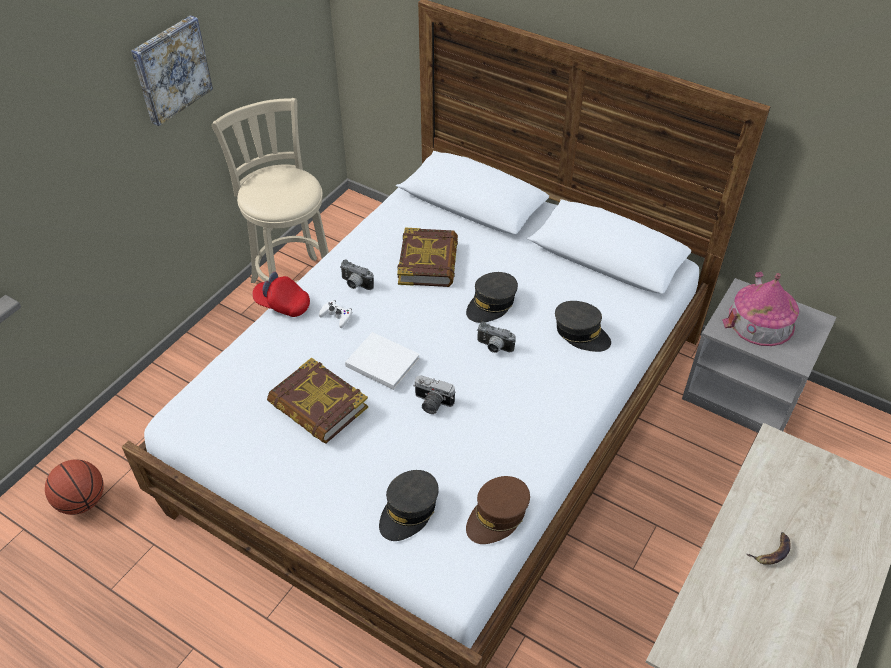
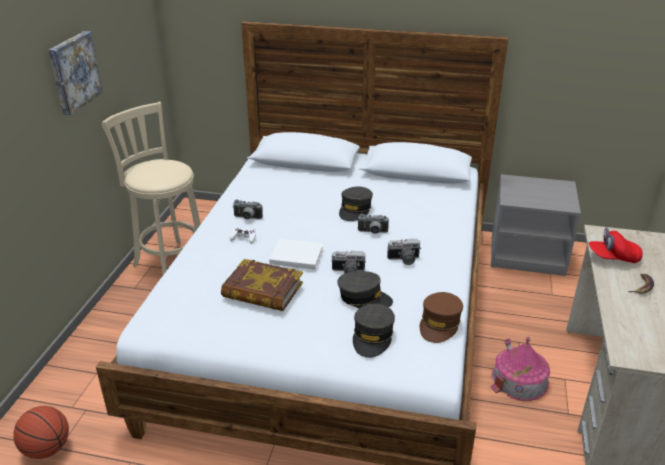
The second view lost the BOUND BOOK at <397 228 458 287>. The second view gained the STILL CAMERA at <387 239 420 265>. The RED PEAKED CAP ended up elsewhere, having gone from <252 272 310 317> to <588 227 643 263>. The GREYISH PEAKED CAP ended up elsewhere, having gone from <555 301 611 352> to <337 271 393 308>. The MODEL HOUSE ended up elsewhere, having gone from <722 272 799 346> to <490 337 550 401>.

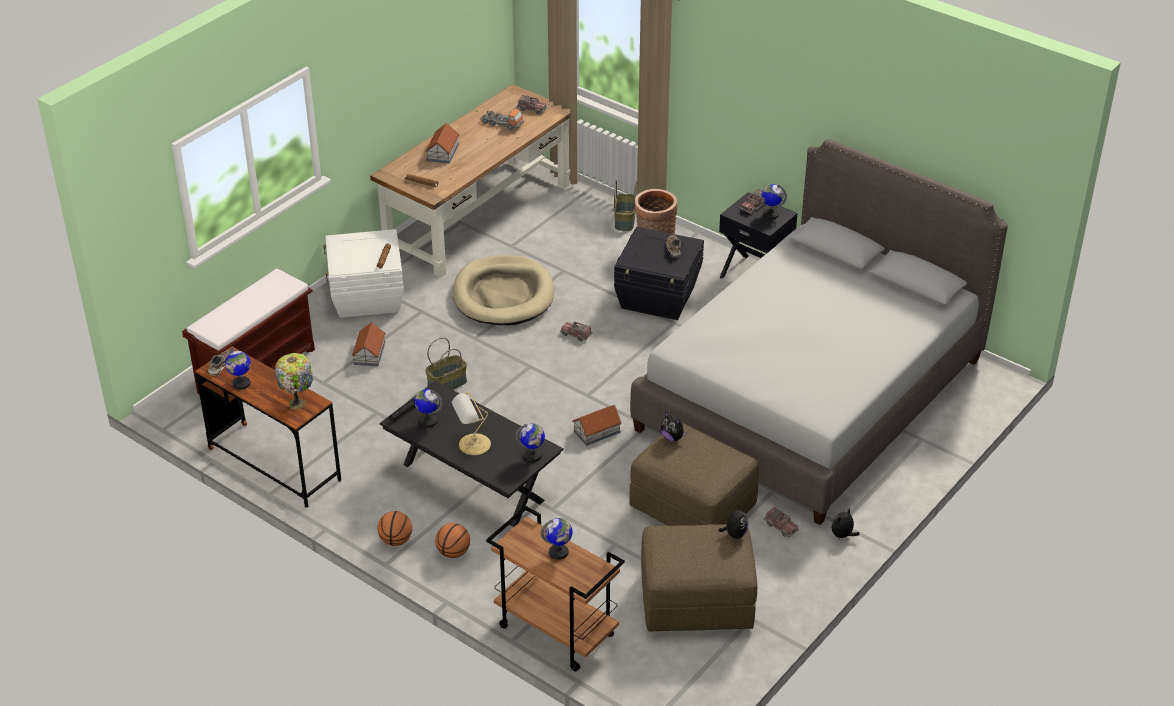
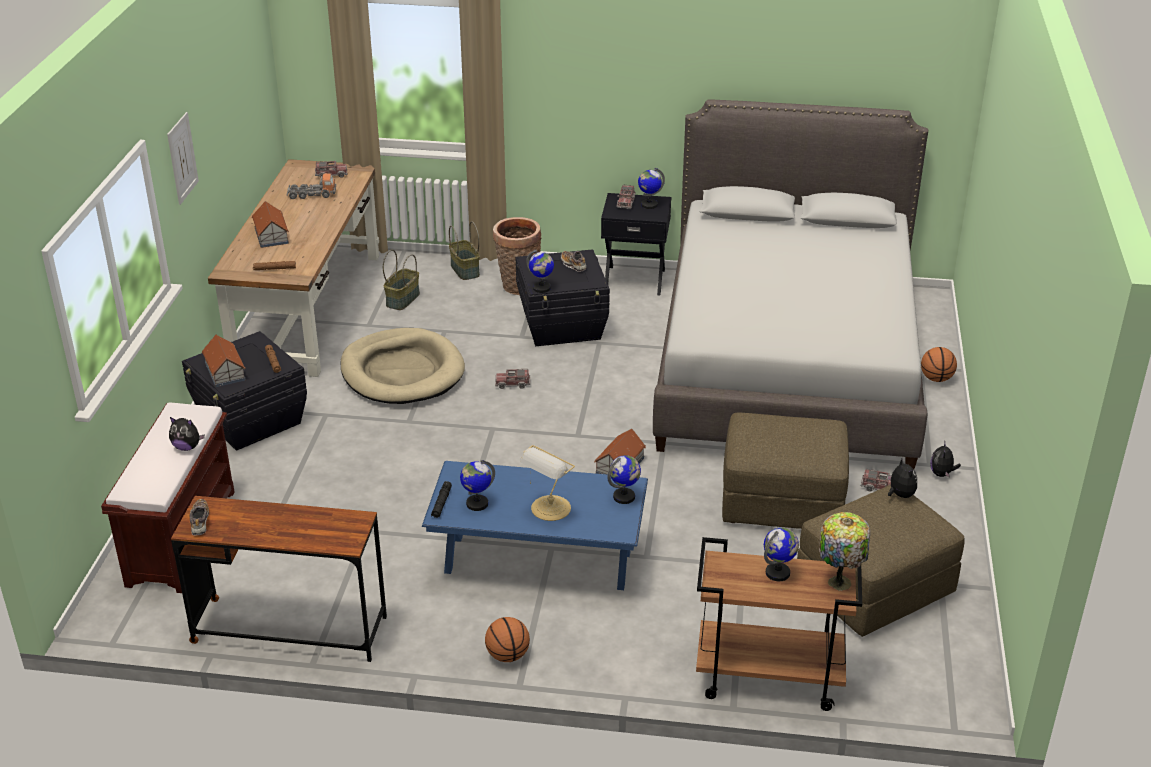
The second view gained the WALL ART at <167 112 199 205>. The DESK GLOBE ended up elsewhere, having gone from <225 348 251 390> to <526 250 554 293>. The TABLE LAMP ended up elsewhere, having gone from <275 353 313 409> to <819 512 870 591>. The MODEL HOUSE ended up elsewhere, having gone from <351 322 386 366> to <202 335 245 387>. The BASKET ended up elsewhere, having gone from <425 337 467 390> to <383 250 420 310>. The BALL FOR BASKETBALL ended up elsewhere, having gone from <435 523 470 558> to <921 347 957 382>. The PLUSH TOY ended up elsewhere, having gone from <661 412 688 441> to <169 417 205 451>. What was the WHITISH STORAGE BOX at <323 229 404 318> turned into the BLACK STORAGE BOX at <182 331 307 451>. What was the BLACK LOUNGE TABLE at <379 381 564 527> turned into the BLUISH LOUNGE TABLE at <422 461 648 590>.

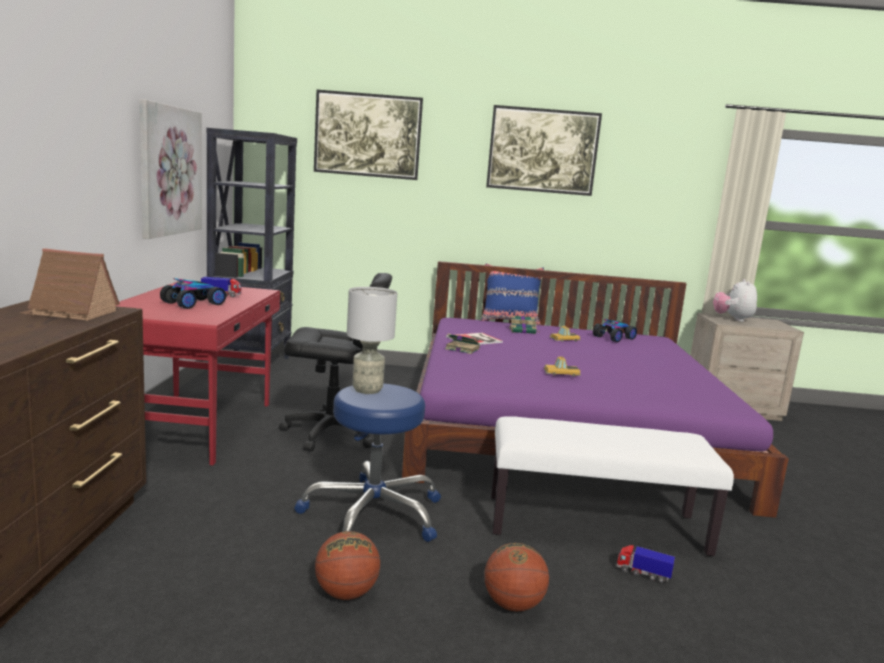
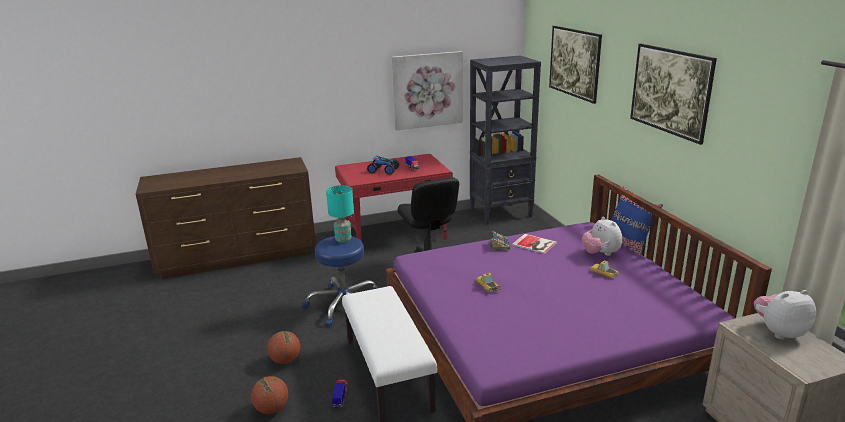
The second view lost the MODEL HOUSE at <20 248 120 321>. The second view lost the MODEL CAR at <593 319 637 342>. The BALL FOR BASKETBALL ended up elsewhere, having gone from <315 531 380 600> to <251 376 288 414>. Where the BOUND BOOK stood at <509 315 540 334>, the PLUSH TOY came to stand at <582 217 622 256>. What was the GREYISH TABLE LAMP at <347 287 397 394> turned into the BLUE-GREEN TABLE LAMP at <326 185 354 243>.

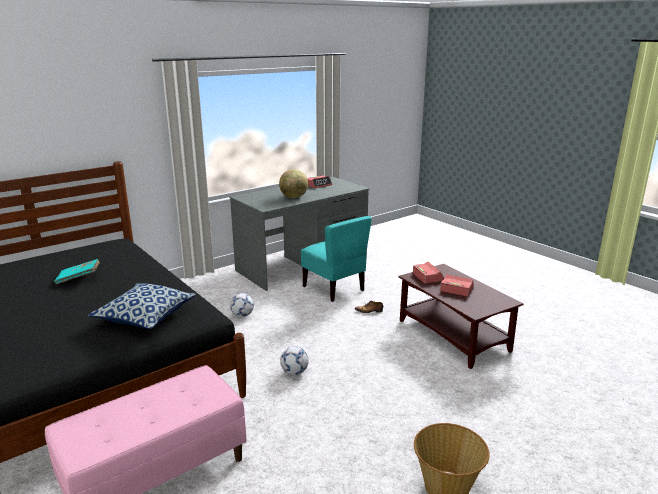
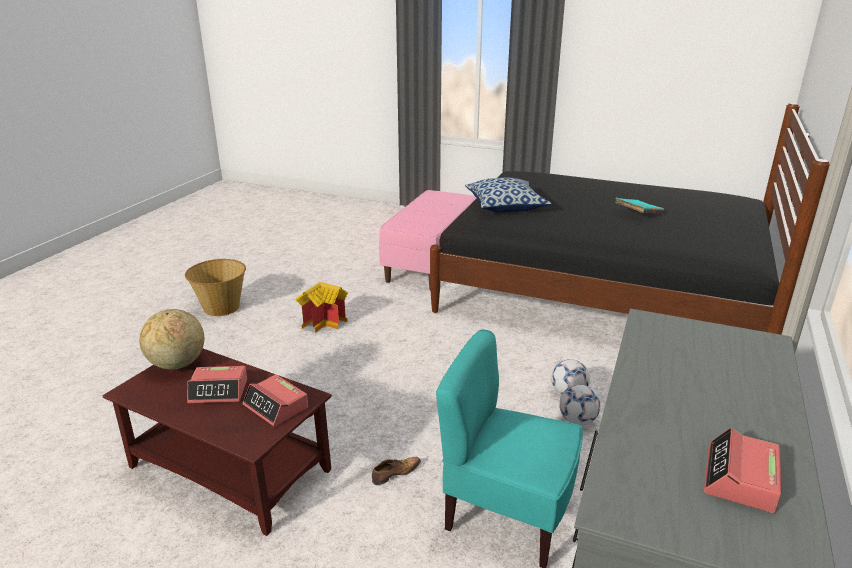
The second view gained the MODEL HOUSE at <296 282 348 333>. The DESK GLOBE ended up elsewhere, having gone from <279 169 308 198> to <139 309 204 370>. The FOOTBALL BALL ended up elsewhere, having gone from <280 346 309 375> to <559 385 600 425>.

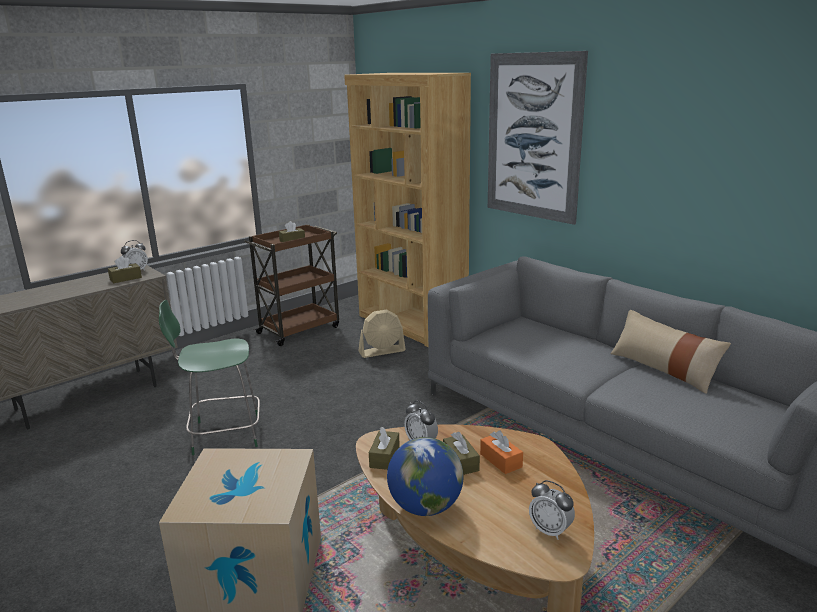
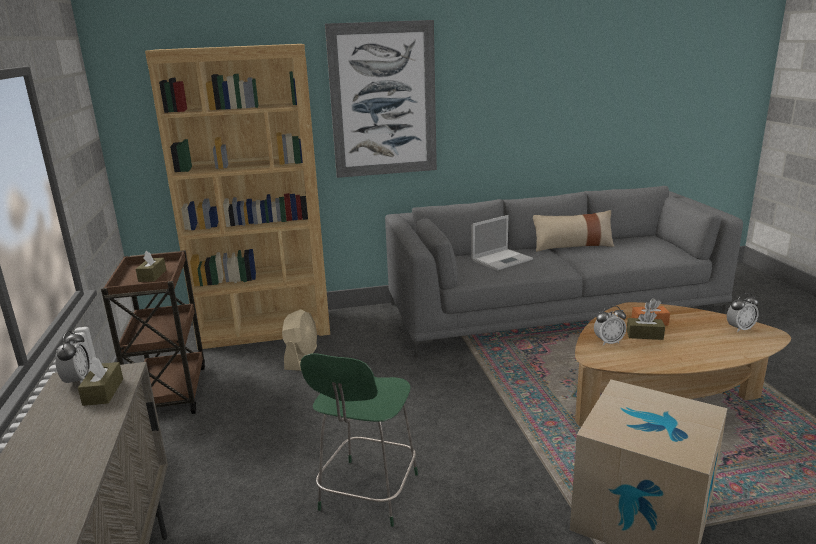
The second view lost the BROWN-COLOURED TISSUE HOLDER at <369 427 400 470>. The second view lost the DESK GLOBE at <387 437 463 516>. The second view gained the NOTEBOOK COMPUTER at <471 215 533 271>.

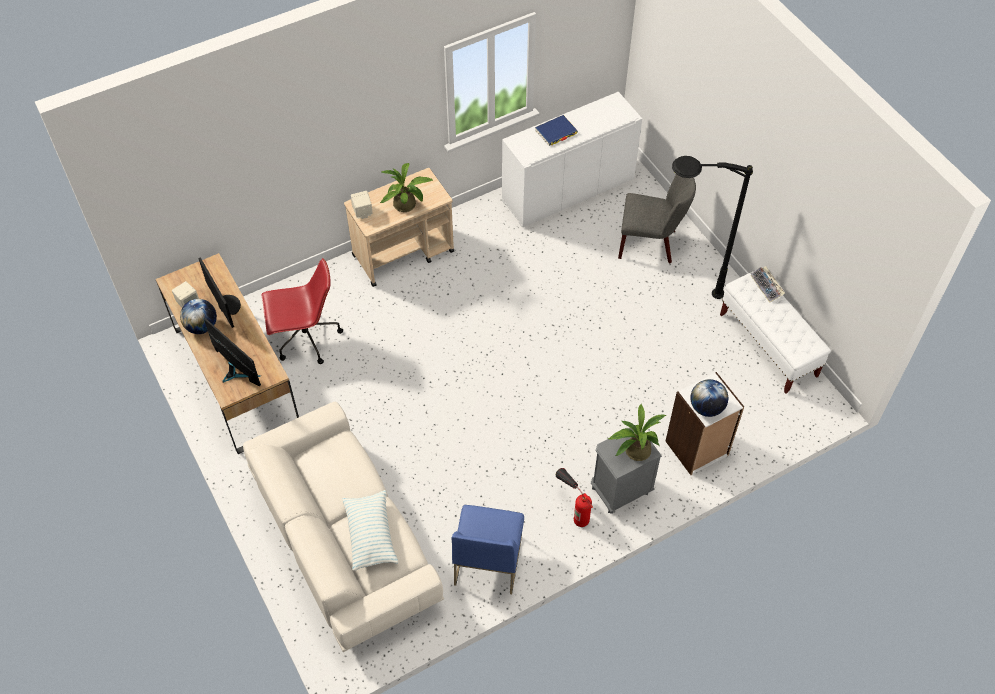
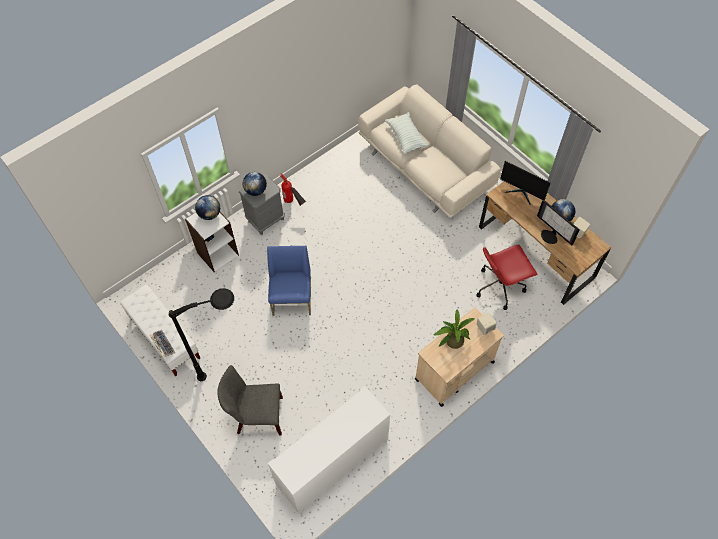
The second view lost the BLUISH BOUND BOOK at <535 115 578 146>. The BLUISH CHAIR ended up elsewhere, having gone from <451 505 524 594> to <267 246 311 316>. Where the HOUSEPLANT stood at <608 404 666 461>, the DESK GLOBE came to stand at <243 172 267 196>.

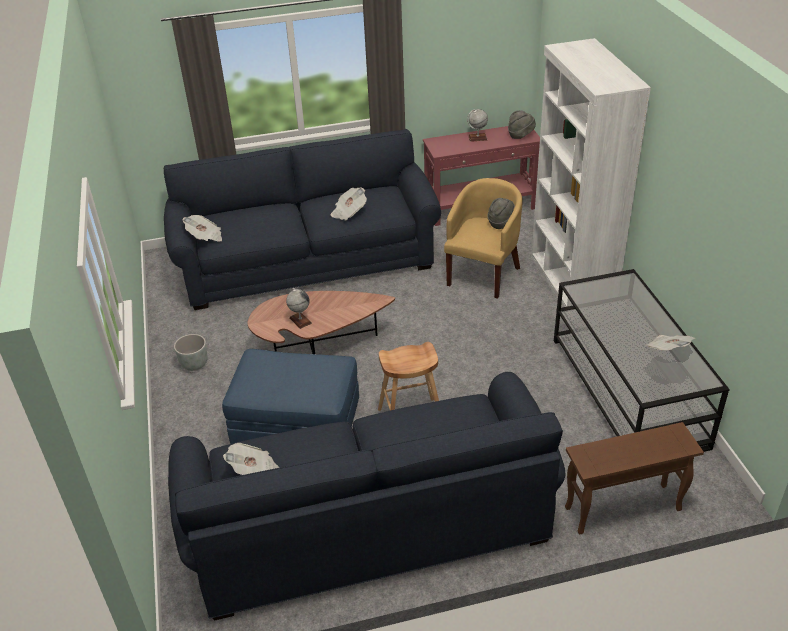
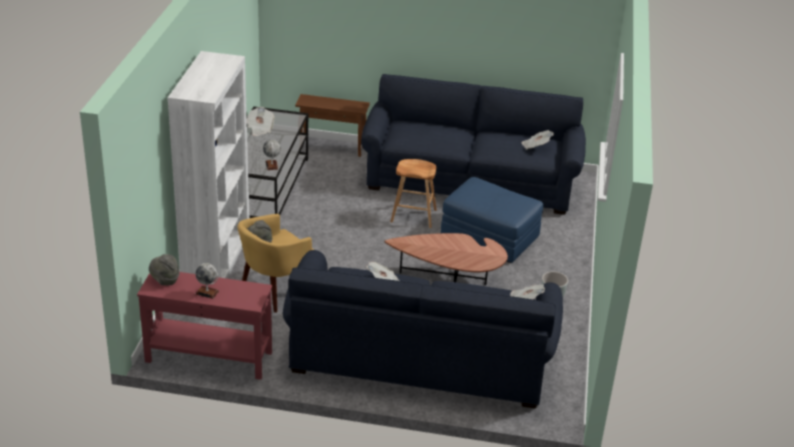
The DESK GLOBE ended up elsewhere, having gone from <286 288 312 329> to <263 140 281 170>.

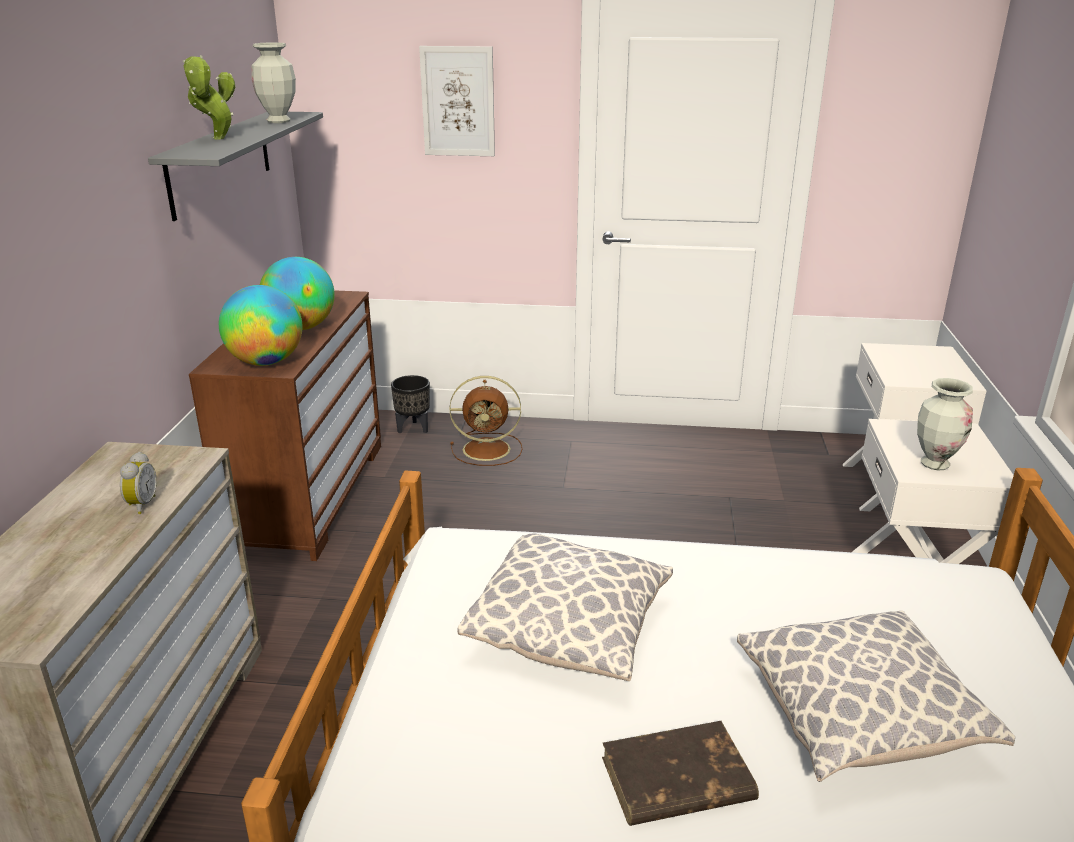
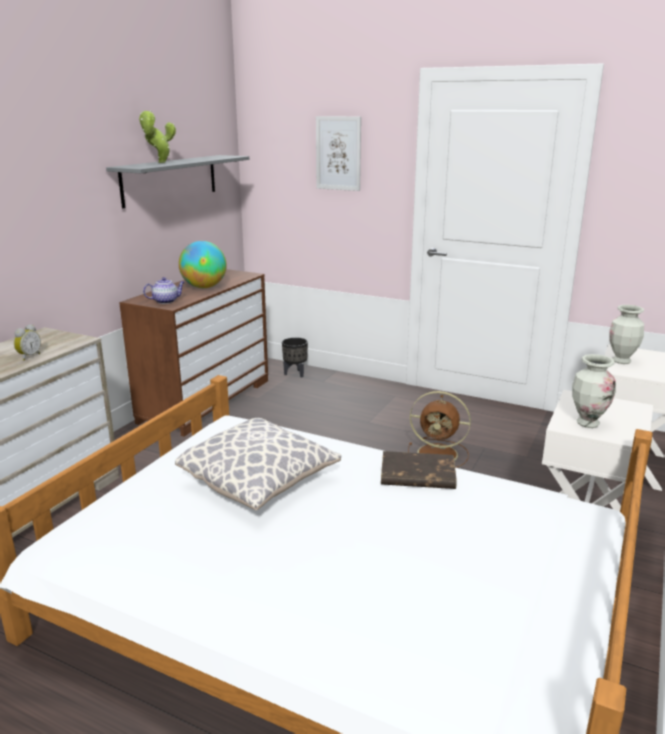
The second view lost the CUSHION at <737 610 1015 782>. The FLOWER VASE ended up elsewhere, having gone from <251 42 296 123> to <609 305 644 364>. The BROWN-COLOURED FAN ended up elsewhere, having gone from <450 376 522 466> to <408 391 471 468>. The BROWN-COLOURED BOUND BOOK ended up elsewhere, having gone from <602 721 759 826> to <381 451 457 489>. Where the DESK GLOBE stood at <219 285 303 366>, the POT FOR TEA came to stand at <143 277 185 304>.

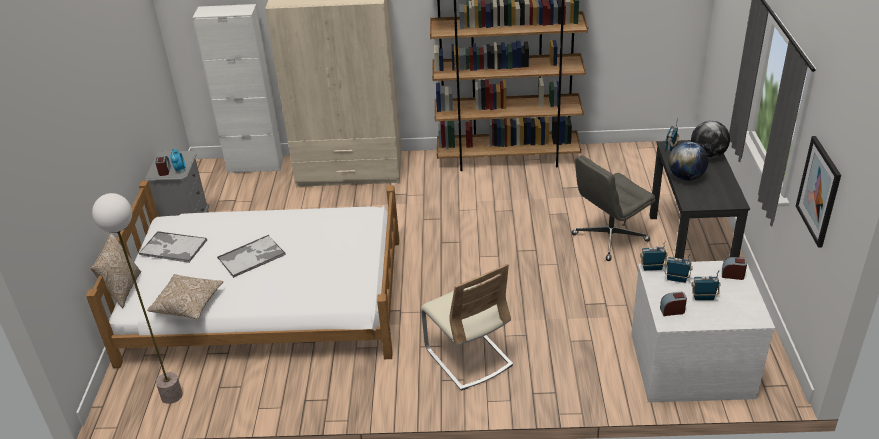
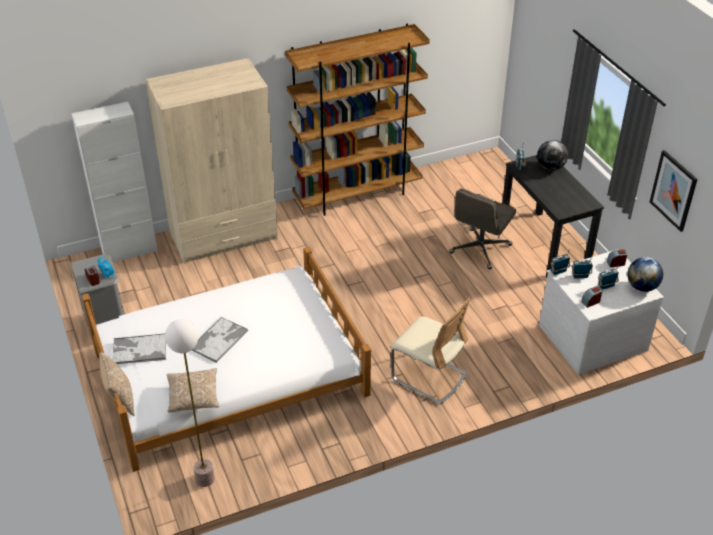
The DESK GLOBE ended up elsewhere, having gone from <668 142 708 181> to <627 257 663 292>.

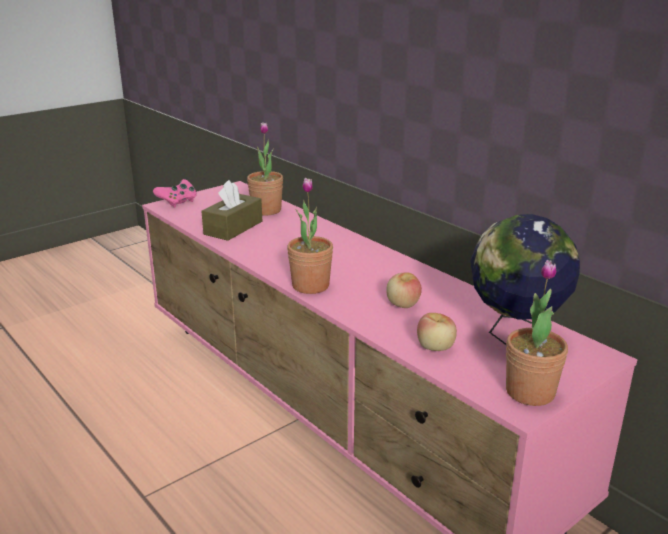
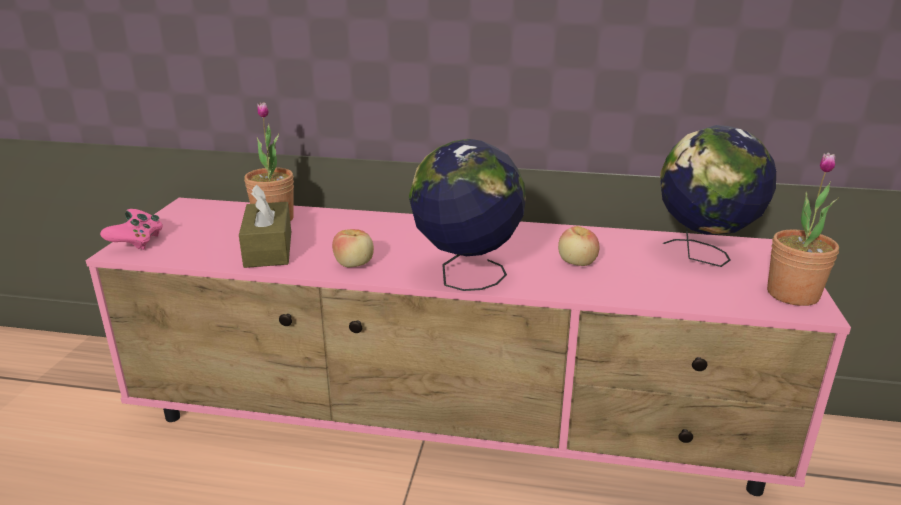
The WHOLE APPLE ended up elsewhere, having gone from <417 313 457 351> to <332 229 374 267>. Where the HOUSEPLANT stood at <287 178 333 294>, the DESK GLOBE came to stand at <409 139 526 291>.

